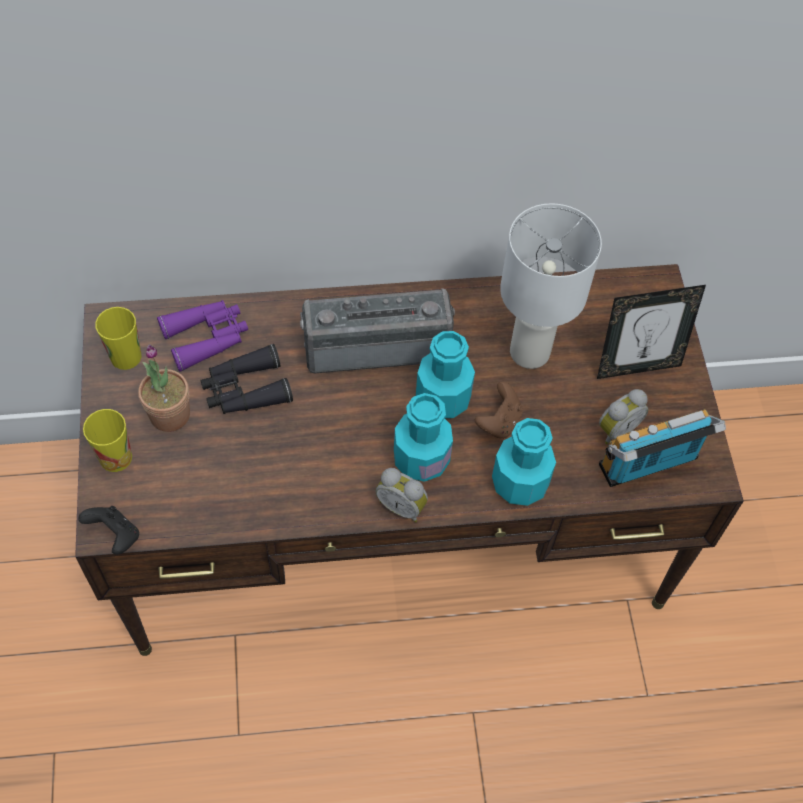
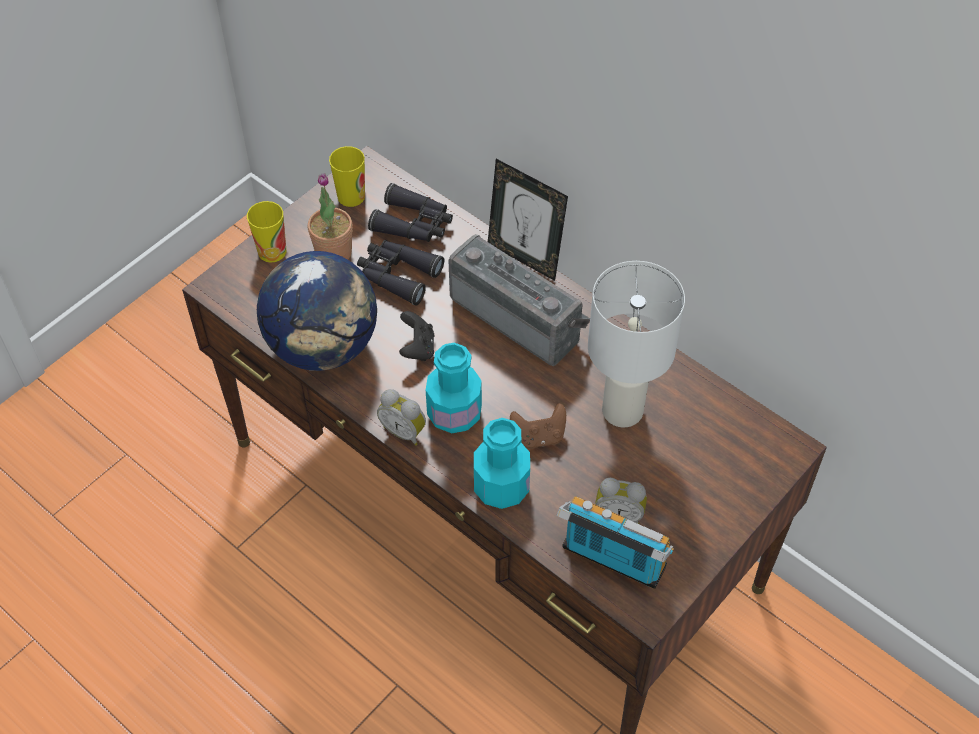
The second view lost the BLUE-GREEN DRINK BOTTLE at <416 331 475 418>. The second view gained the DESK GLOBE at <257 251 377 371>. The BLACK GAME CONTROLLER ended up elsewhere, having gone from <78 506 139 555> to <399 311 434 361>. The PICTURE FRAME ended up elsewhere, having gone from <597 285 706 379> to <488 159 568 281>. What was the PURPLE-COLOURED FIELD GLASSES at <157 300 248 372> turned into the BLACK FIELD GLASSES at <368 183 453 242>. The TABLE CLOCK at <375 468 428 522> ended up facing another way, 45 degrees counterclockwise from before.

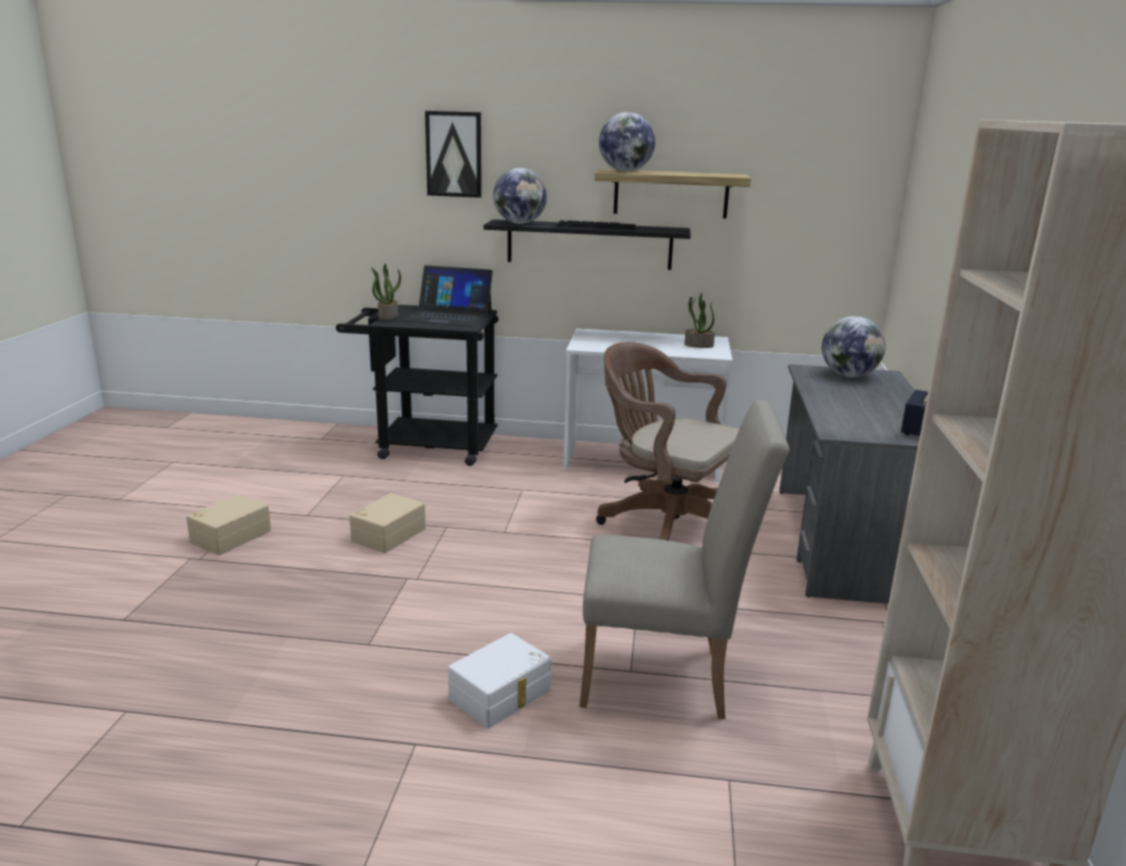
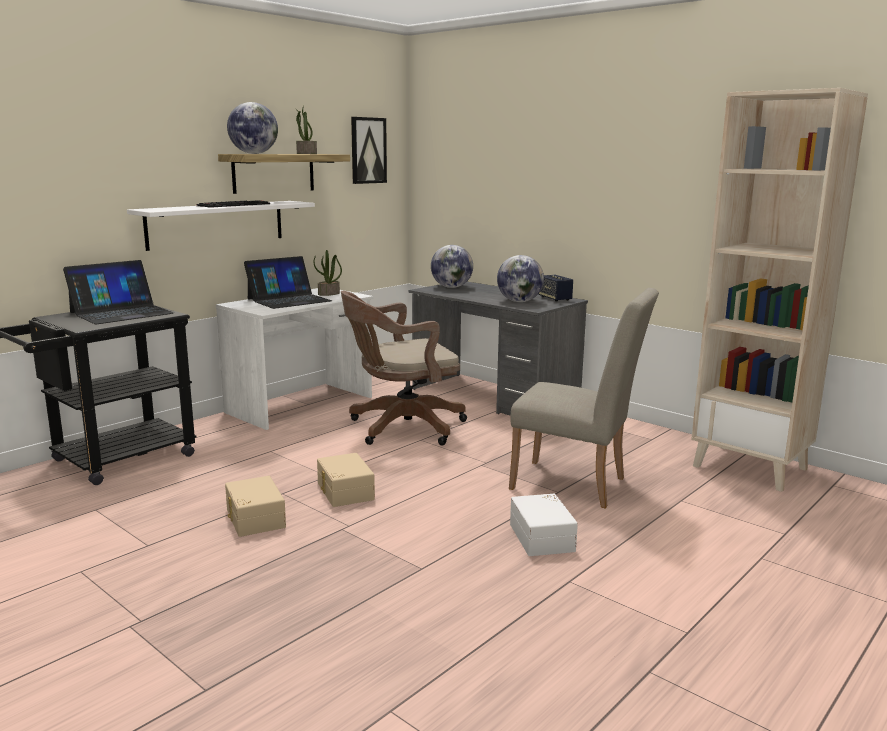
The second view gained the NOTEBOOK COMPUTER at <244 256 332 309>. The BEIGE-COLOURED STORAGE BOX ended up elsewhere, having gone from <186 494 271 555> to <317 453 375 507>. The HOUSEPLANT ended up elsewhere, having gone from <371 263 401 320> to <296 105 317 154>. The WALL ART ended up elsewhere, having gone from <425 111 482 198> to <351 117 387 184>. The DESK GLOBE ended up elsewhere, having gone from <493 168 547 224> to <497 255 544 302>. What was the BLACK BRACKET SHELF at <483 219 691 270> turned into the WHITISH BRACKET SHELF at <127 201 315 251>. The BEIGE-COLOURED CHAIR at <580 400 790 719> ended up facing another way, 75 degrees clockwise from before.

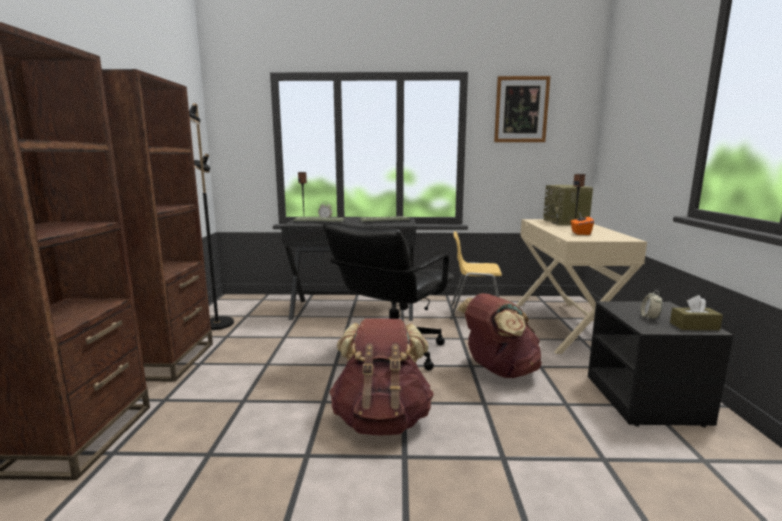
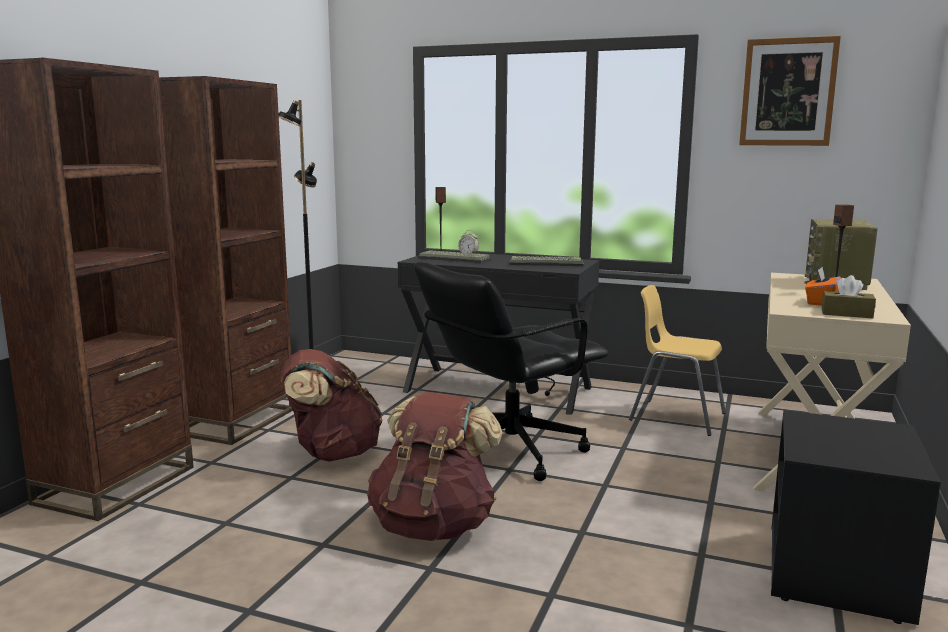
The second view lost the TABLE CLOCK at <641 290 662 320>. The BROWN-COLOURED KNAPSACK ended up elsewhere, having gone from <457 293 542 378> to <280 349 383 462>. The BROWN-COLOURED TISSUE HOLDER ended up elsewhere, having gone from <670 295 723 330> to <822 275 876 318>.

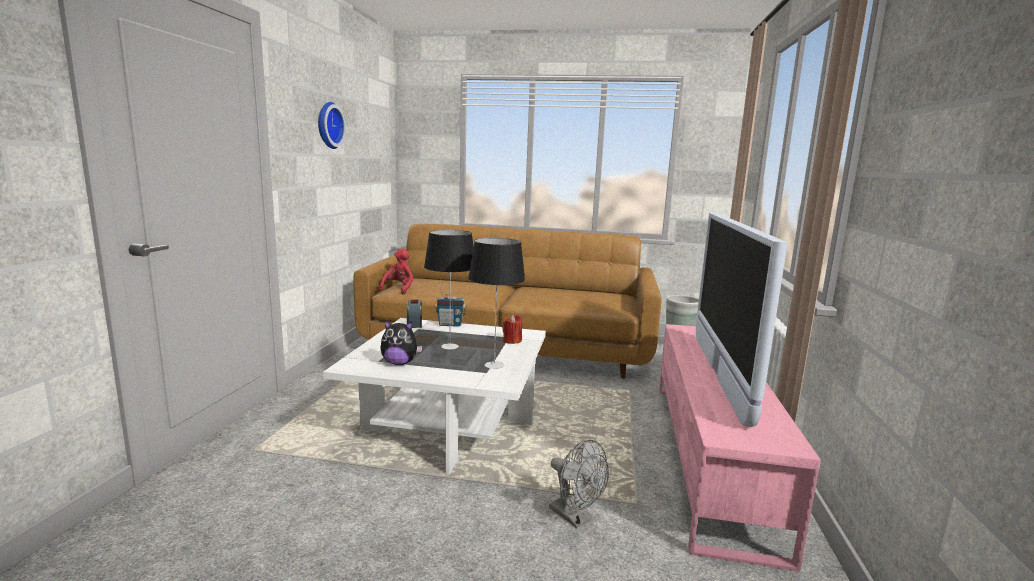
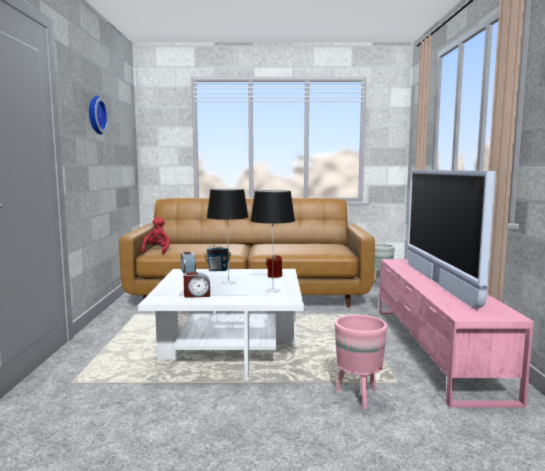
Where the PLUSH TOY stood at <380 320 422 365>, the TABLE CLOCK came to stand at <184 272 210 298>. Where the GREYISH FAN stood at <549 440 609 528>, the PINK FLOWER POT came to stand at <335 315 387 409>.

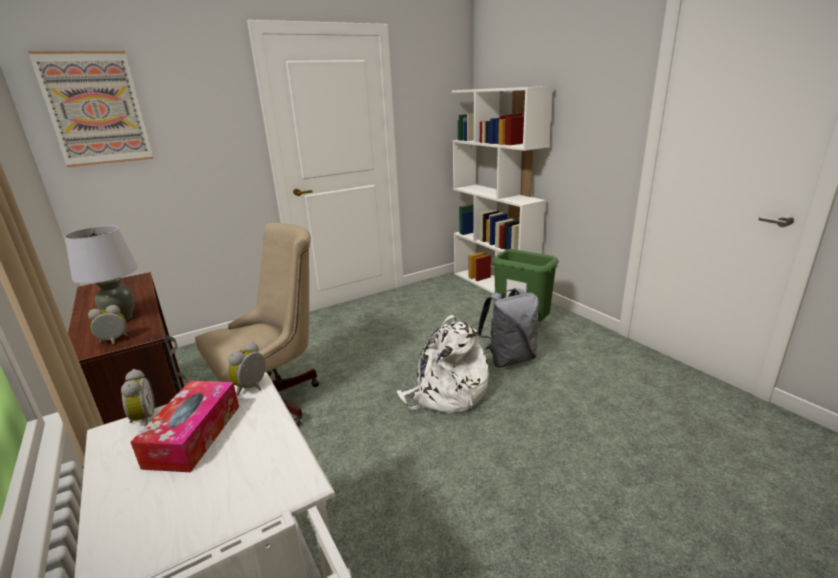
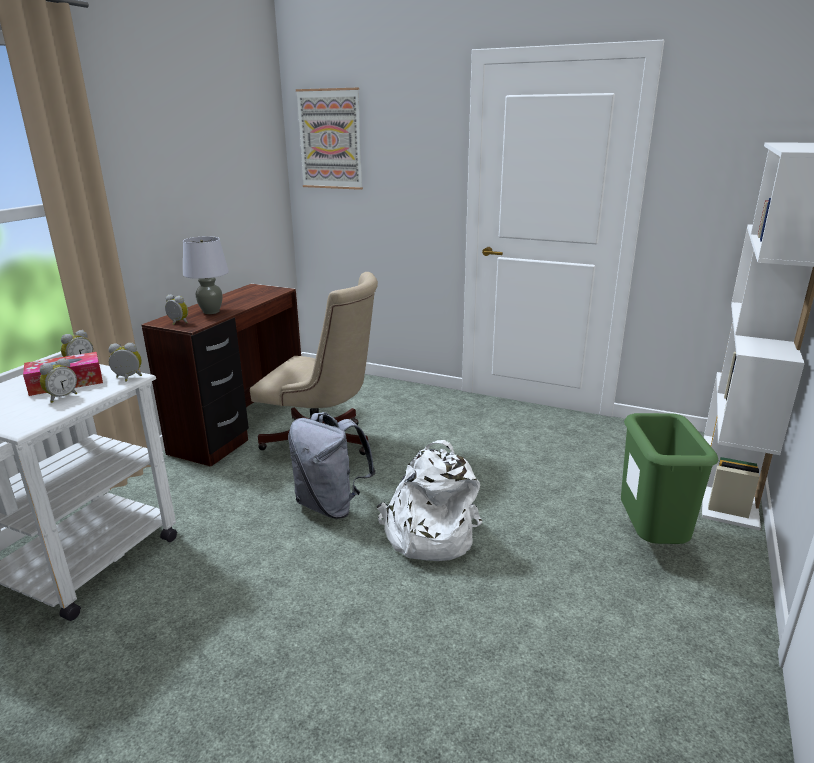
The second view gained the TABLE CLOCK at <40 358 77 403>. The GREYISH KNAPSACK ended up elsewhere, having gone from <477 288 539 368> to <288 412 376 519>.

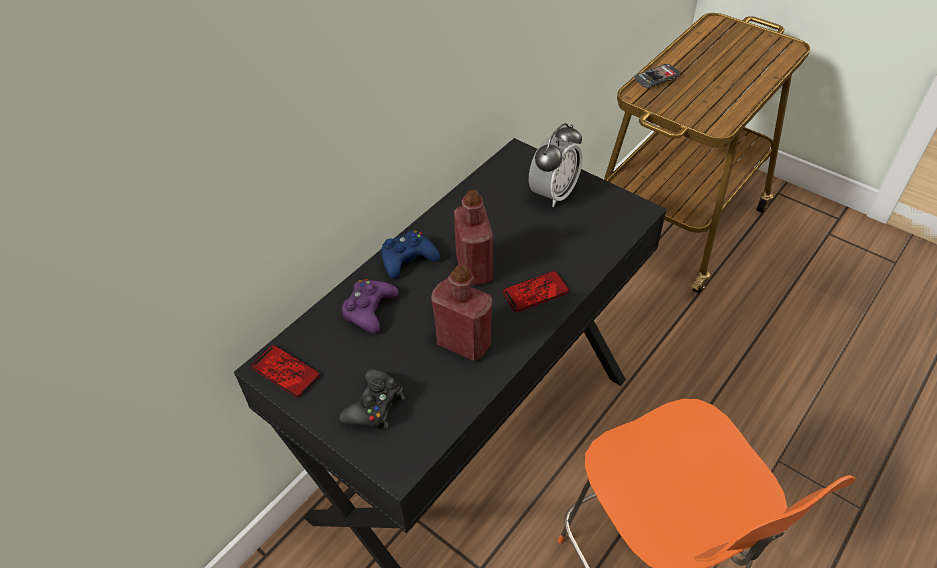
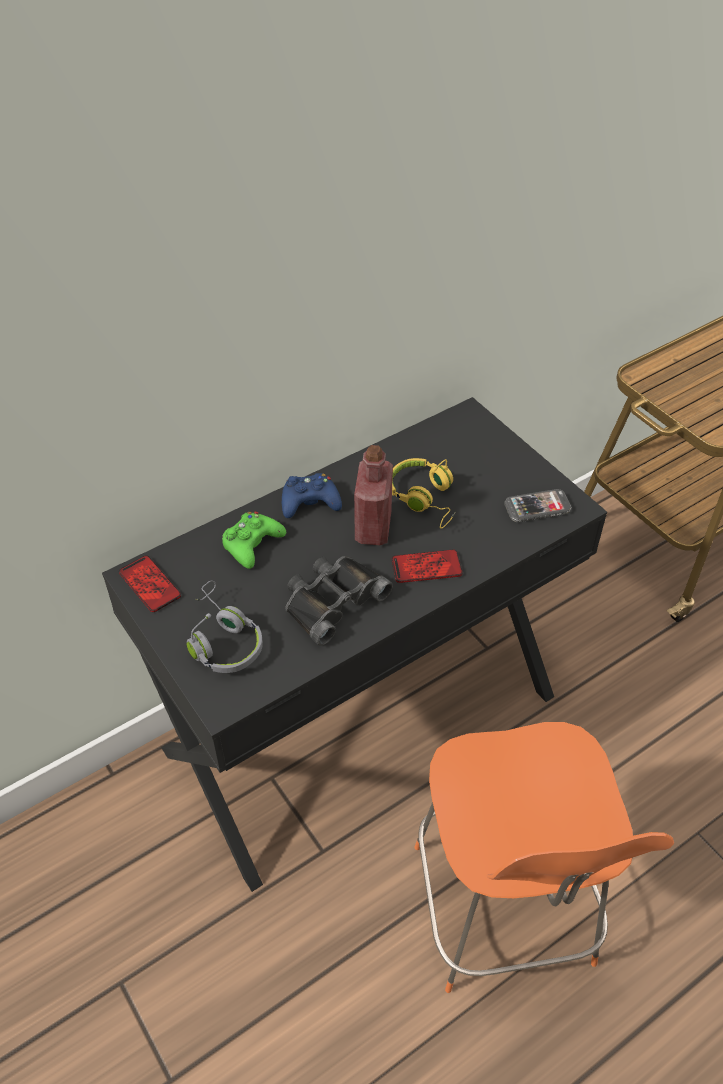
The second view lost the TABLE CLOCK at <529 123 583 207>. The second view gained the YELLOW HEADPHONES at <392 458 456 528>. The PHONE ended up elsewhere, having gone from <635 64 680 88> to <504 489 572 522>. Where the BLACK GAME CONTROLLER stood at <339 369 405 429>, the GREYISH HEADPHONES came to stand at <186 580 263 673>. Where the RED DRINK BOTTLE stood at <431 264 492 361>, the BLACK FIELD GLASSES came to stand at <285 556 393 646>. What was the PURPLE-COLOURED GAME CONTROLLER at <342 279 399 333> turned into the GREEN GAME CONTROLLER at <222 512 286 569>.

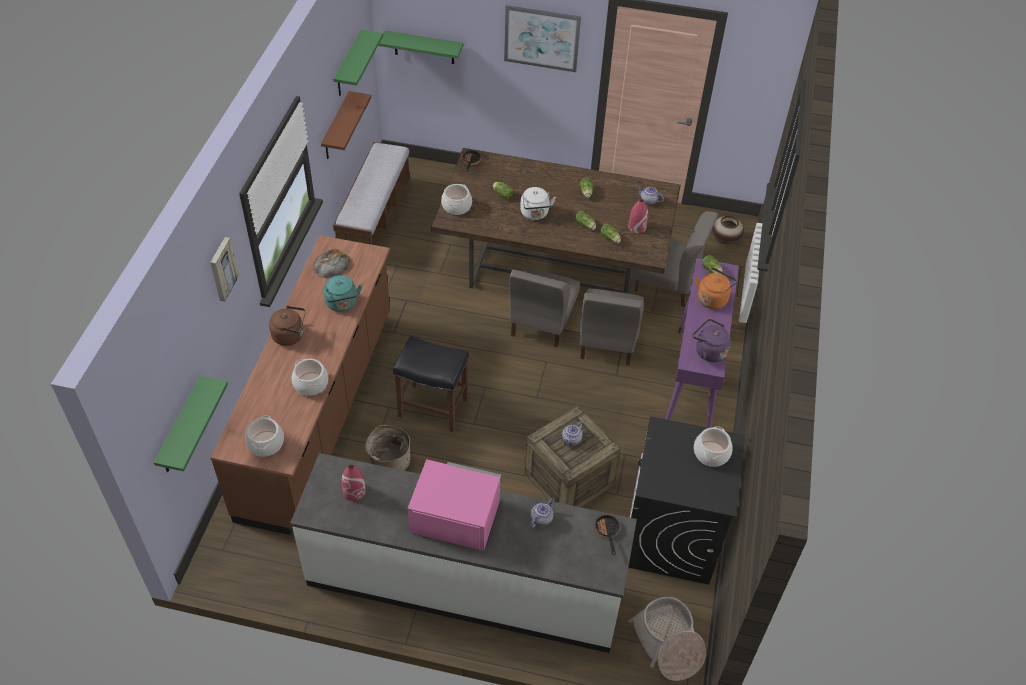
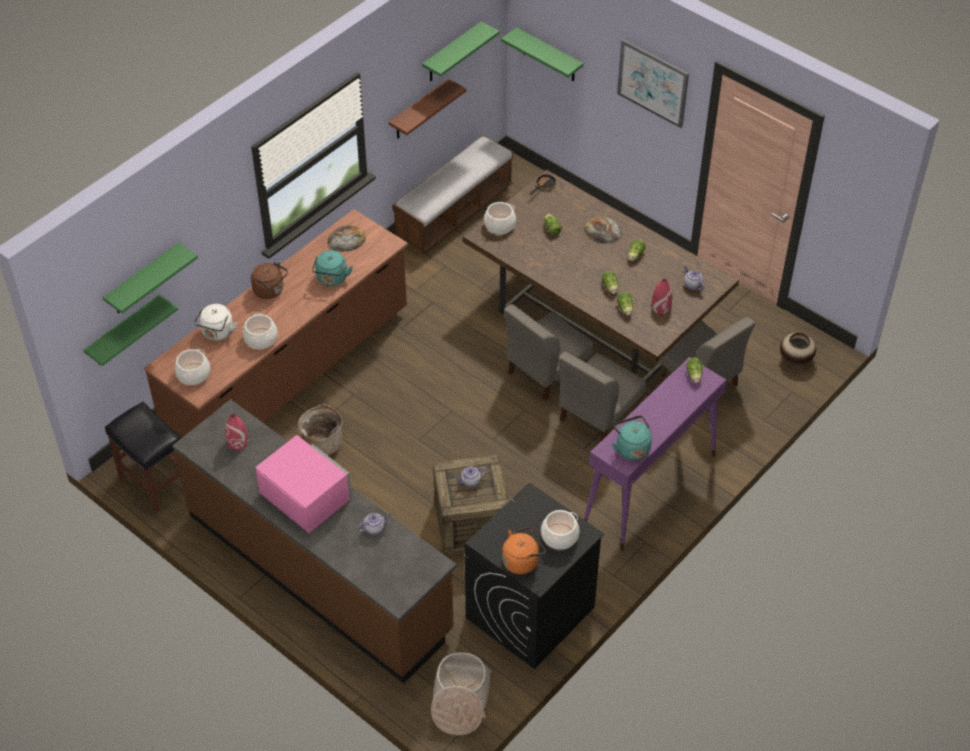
The second view lost the WALL ART at <210 237 239 302>. The second view lost the SKILLET at <595 515 620 555>. The second view gained the GREEN BRACKET SHELF at <103 243 198 313>. The second view gained the BREAD at <584 217 623 244>. The BLACK STOOL ended up elsewhere, having gone from <393 336 469 432> to <105 402 182 513>. The WHITISH WATER KETTLE ended up elsewhere, having gone from <520 187 556 220> to <194 304 237 340>. The ORANGE WATER KETTLE ended up elsewhere, having gone from <696 268 737 309> to <502 527 546 575>. What was the WHITISH COUNTER at <290 453 637 653> turned into the BROWN-COLOURED COUNTER at <172 399 457 683>. What was the PURPLE-COLOURED WATER KETTLE at <692 319 731 362> turned into the BLUE-GREEN WATER KETTLE at <612 415 652 460>.

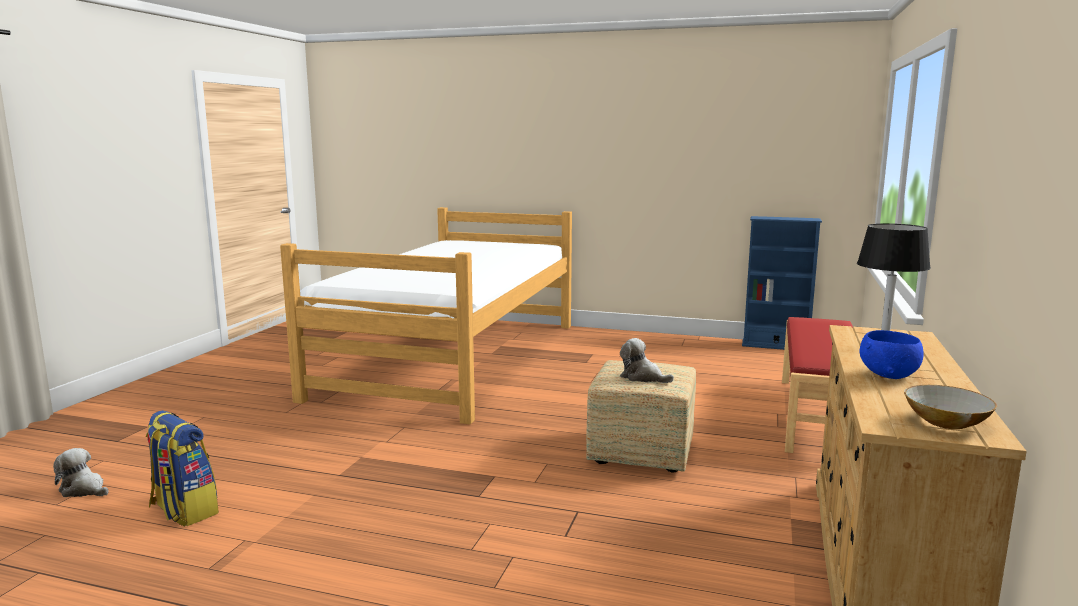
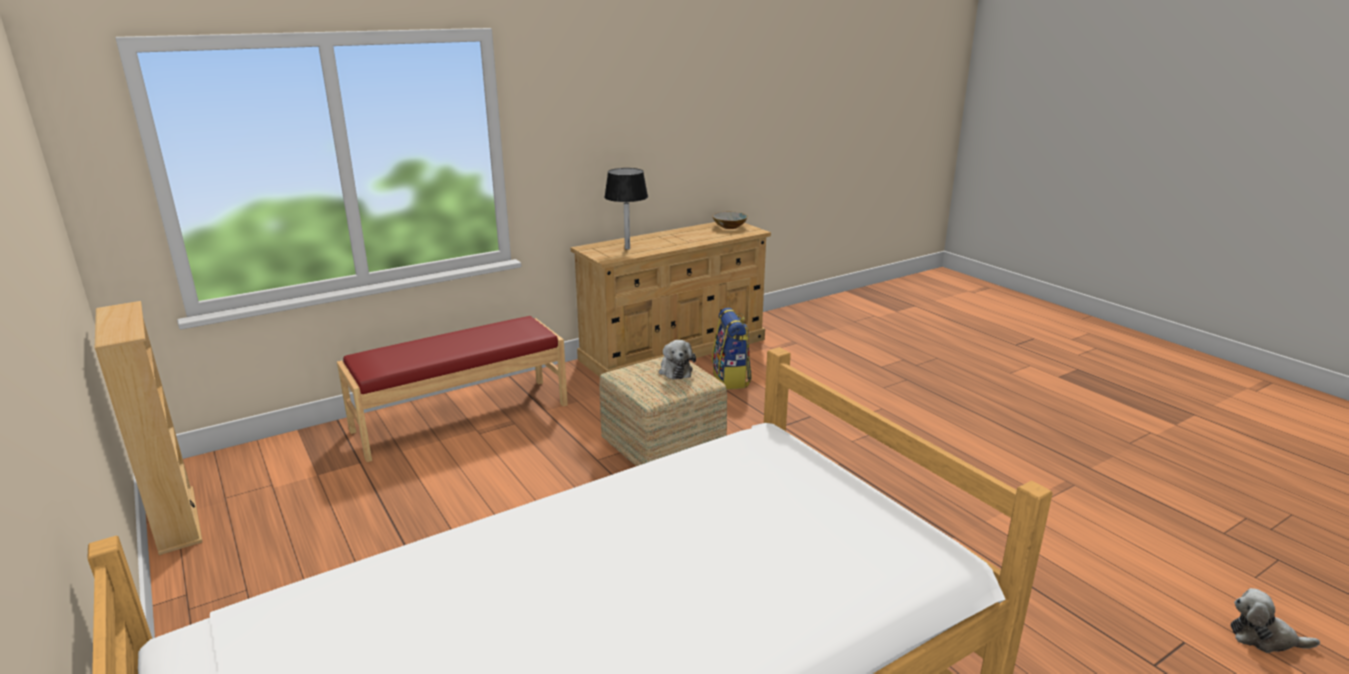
The second view lost the BLUISH BOWL at <860 330 924 379>. The KNAPSACK ended up elsewhere, having gone from <146 410 219 527> to <712 308 752 390>. What was the BLUISH SHELVING UNIT at <742 216 822 350> turned into the BEIGE-COLOURED SHELVING UNIT at <95 301 203 555>. The PLUSH TOY at <53 448 109 497> ended up facing another way, 135 degrees clockwise from before.

